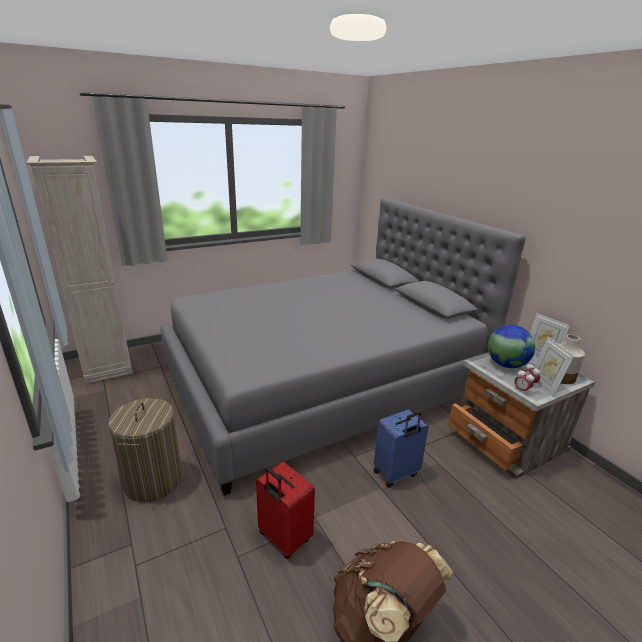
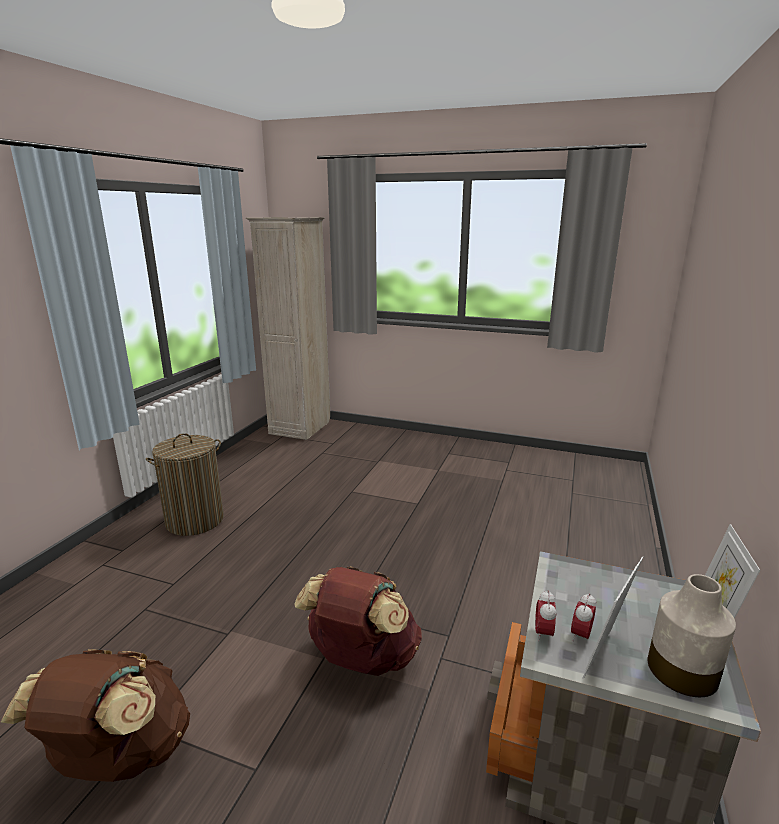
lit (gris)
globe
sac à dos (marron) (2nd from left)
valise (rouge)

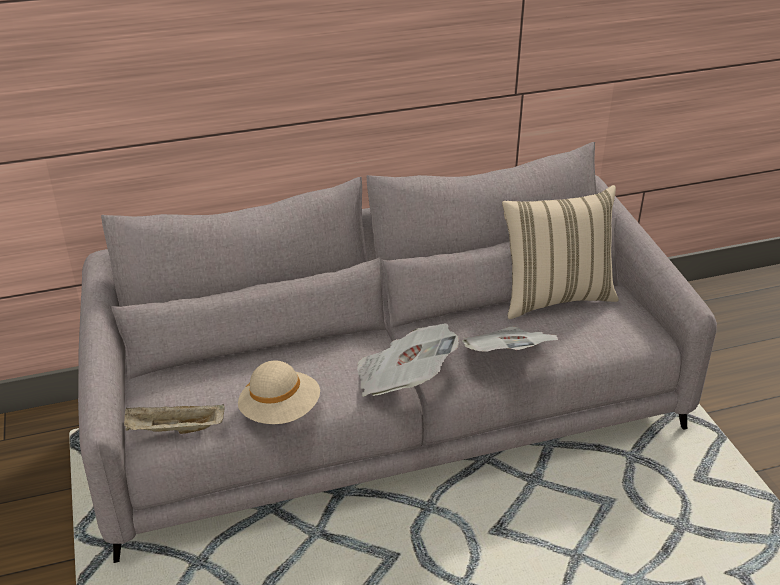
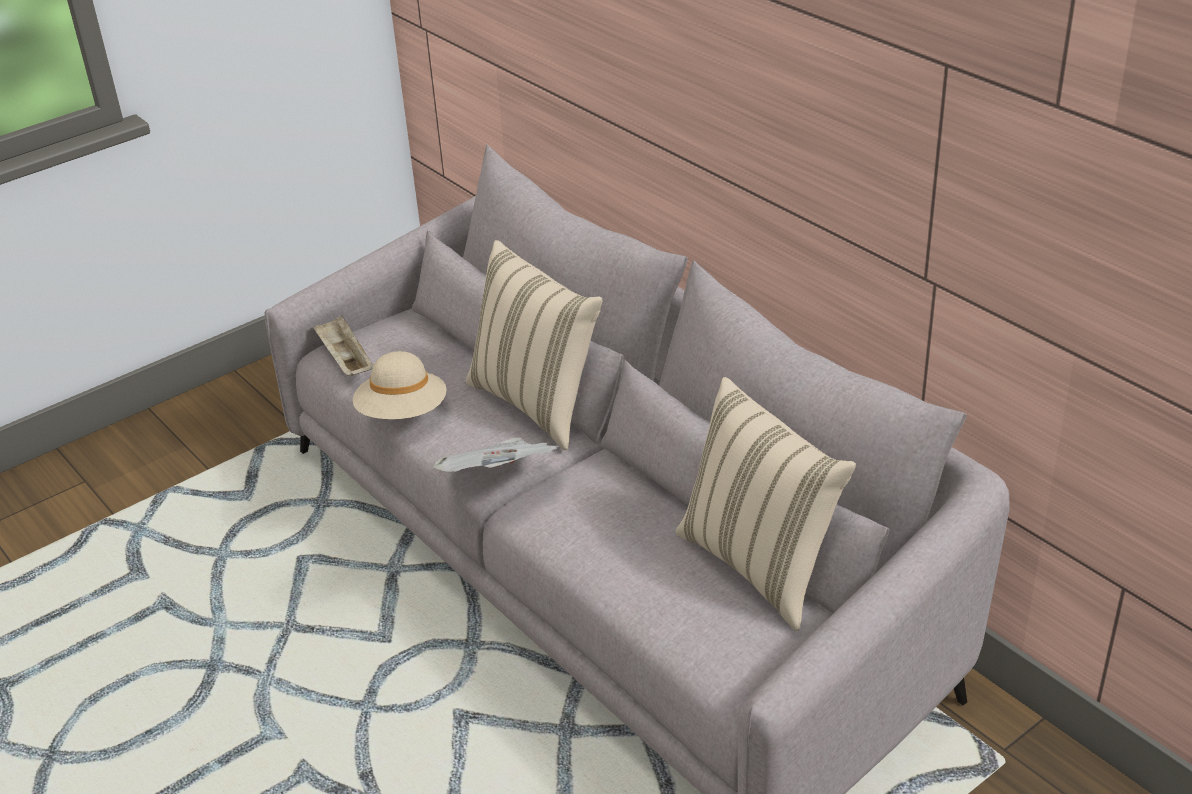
journal (2nd from left in the first image)
coussin (beige) (1st from left)

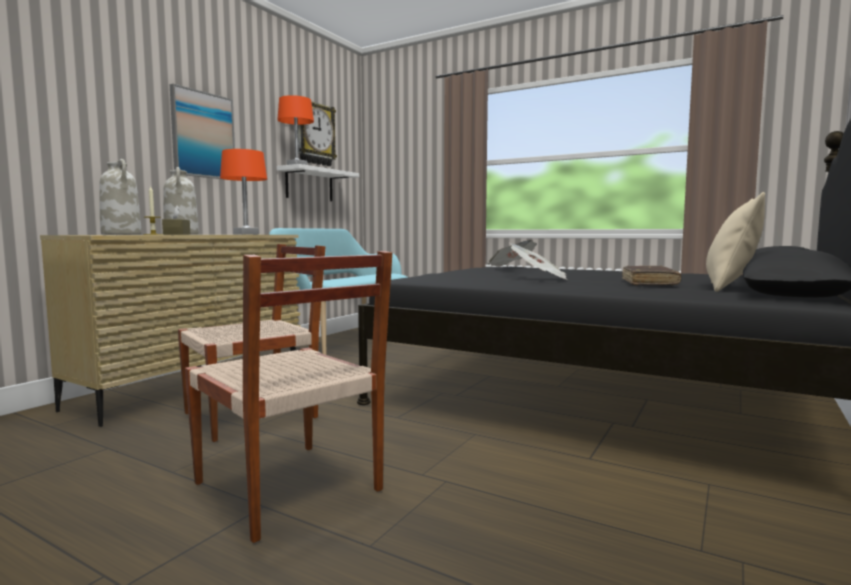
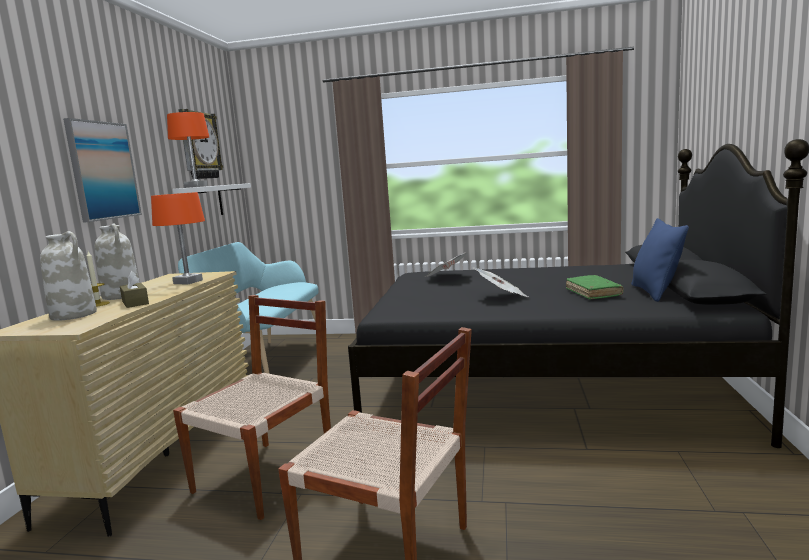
coussin (bleu)
livre (vert)

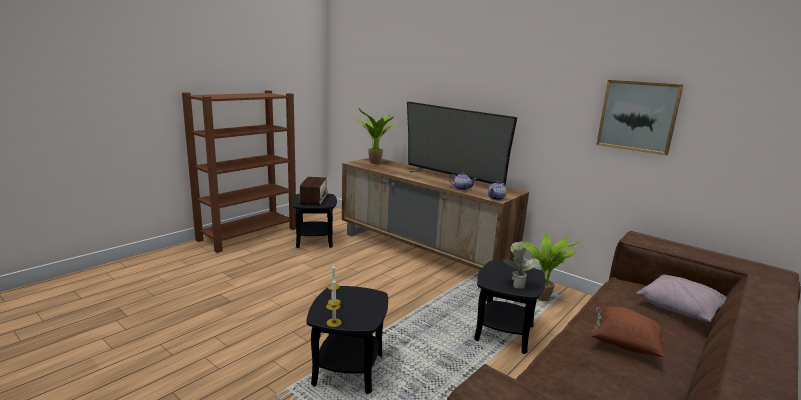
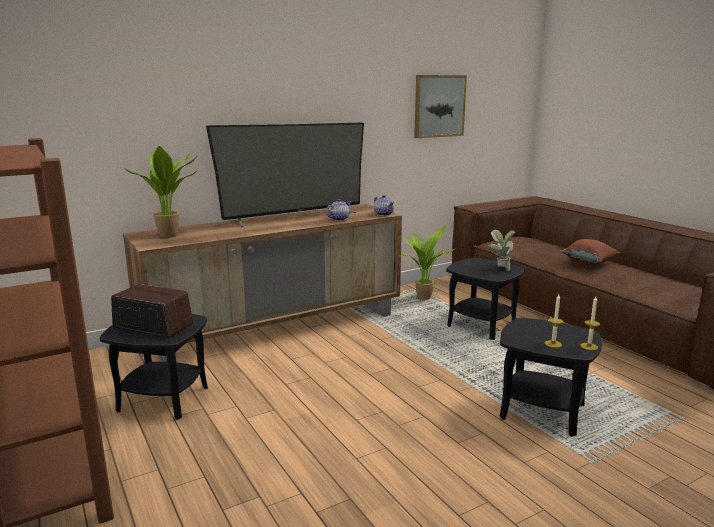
coussin (violet)

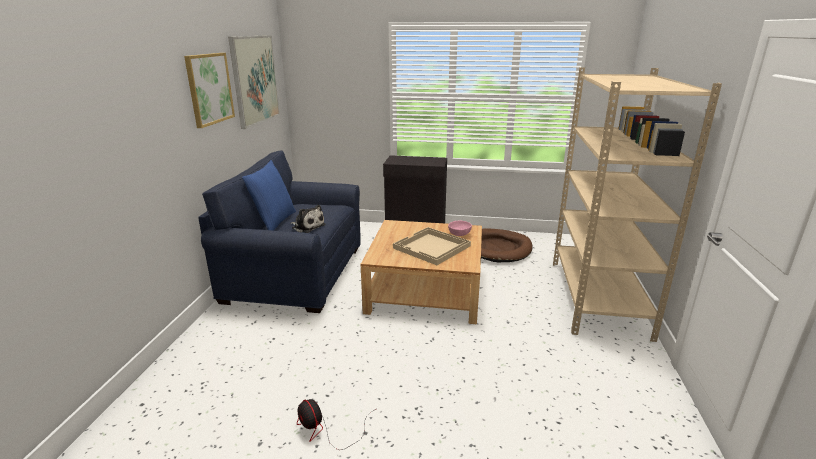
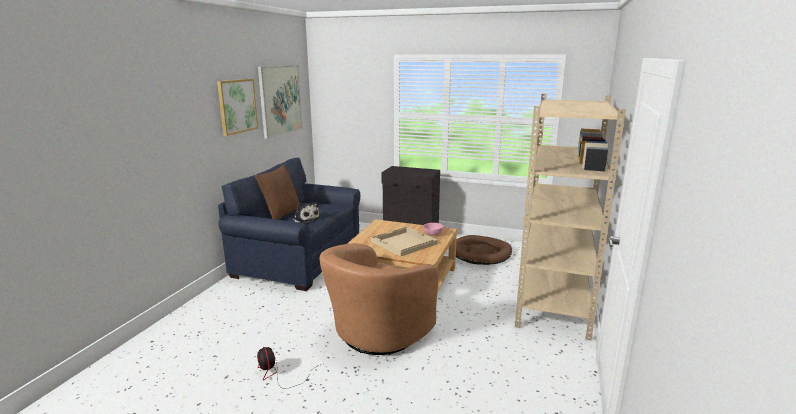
coussin (marron)
fauteuil (marron)

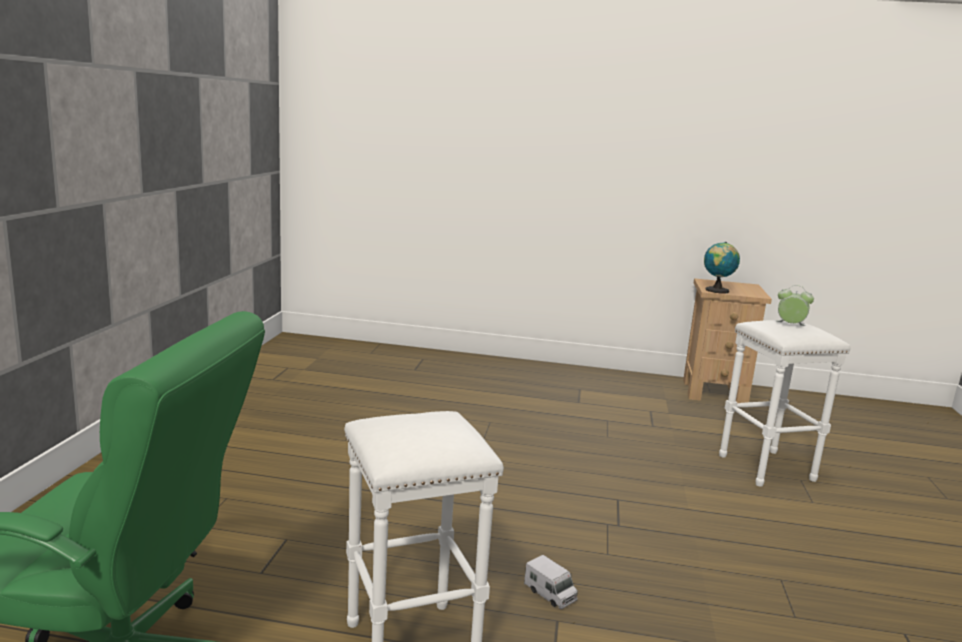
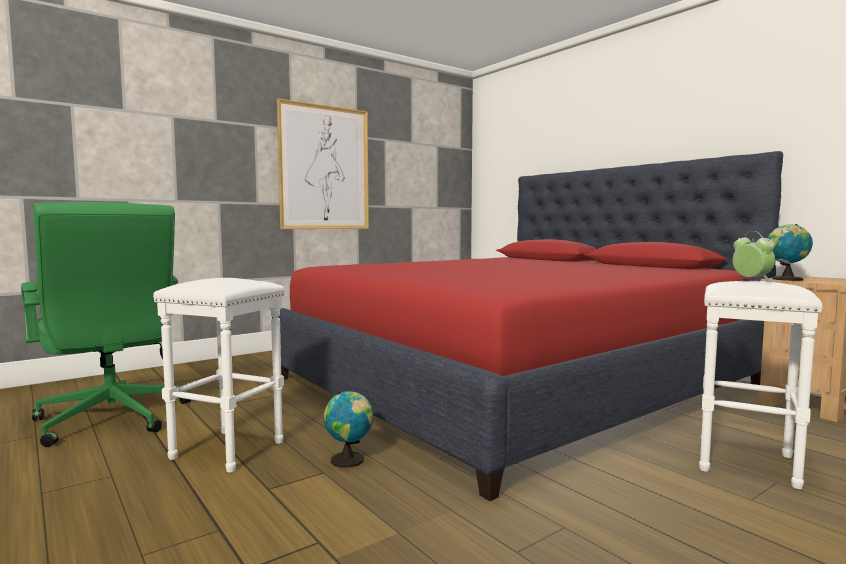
globe (1st from left)
tableau
lit (rouge)

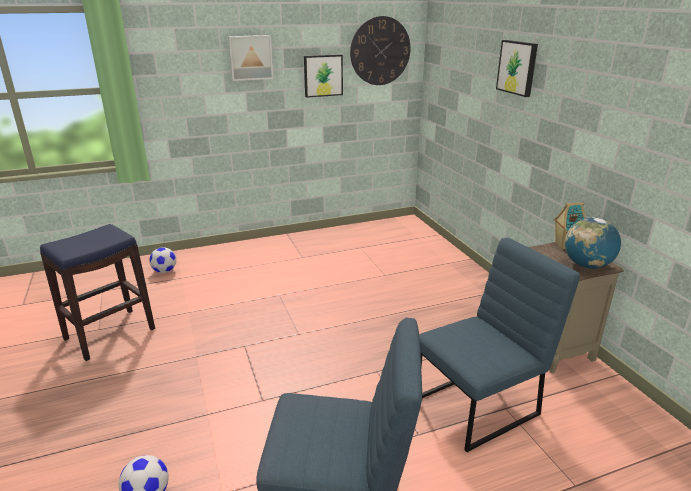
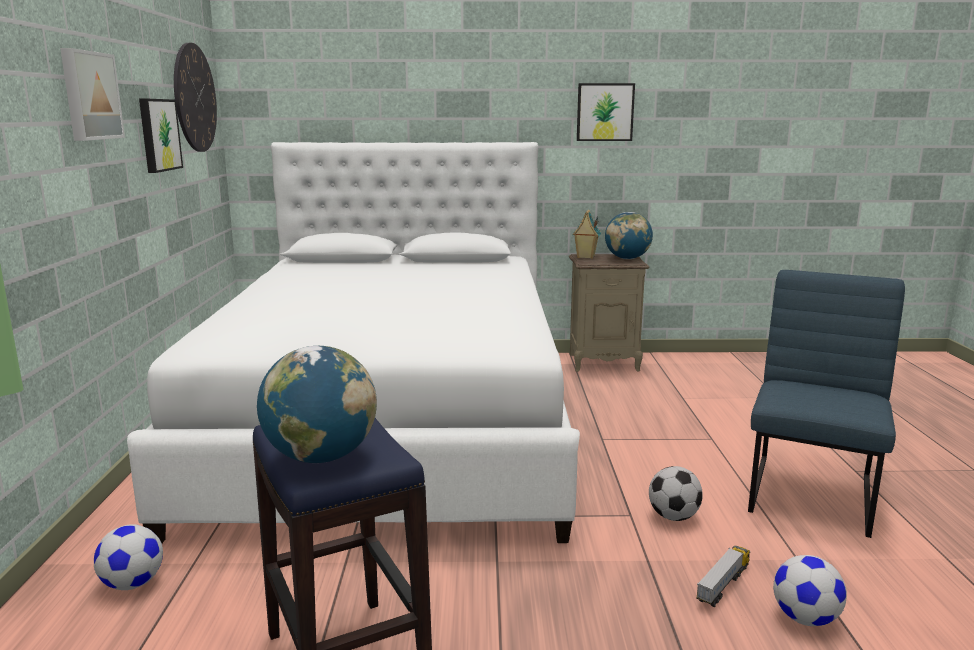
tableau (3rd from left)
chaise (bleu) (2nd from left in the first image)
lit (blanc)
globe (1st from left)
ballon de foot (2nd from left)
camion jouet

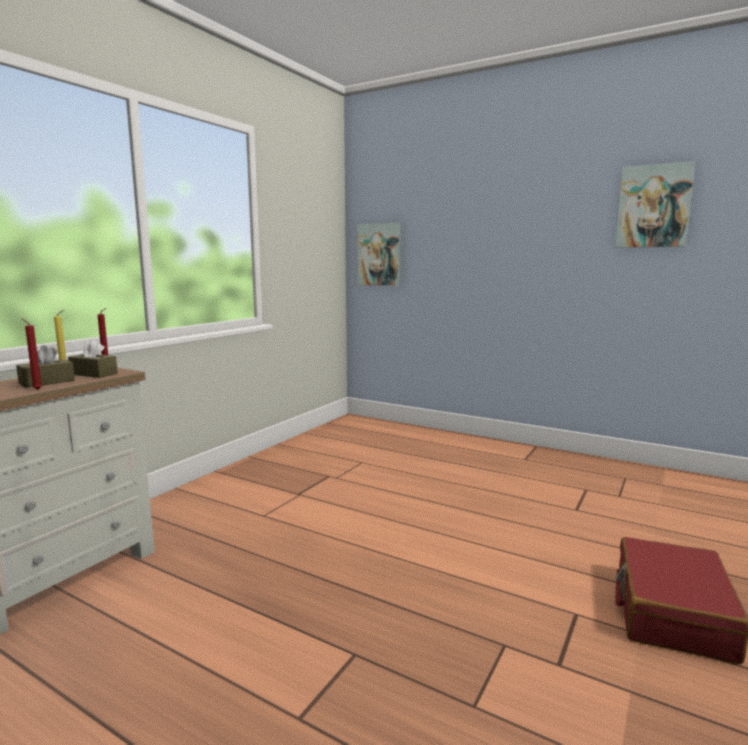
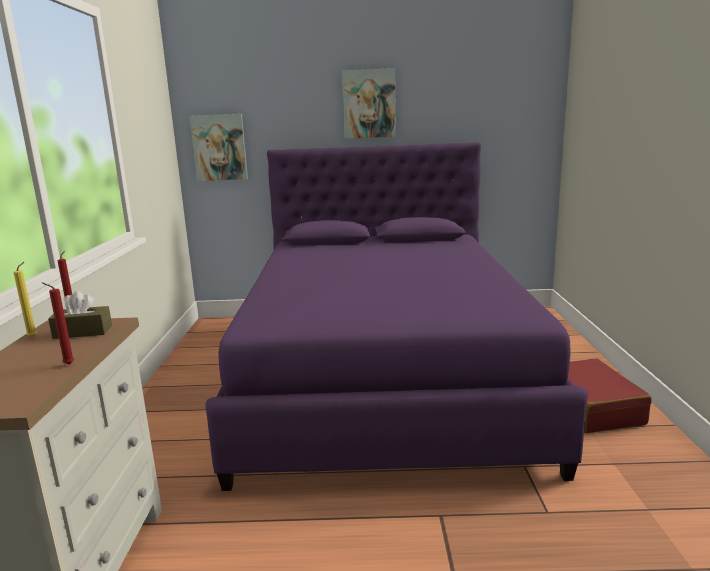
tableau (2nd from left)
boîte à mouchoirs (marron) (1st from left in the first image)
lit (violet)

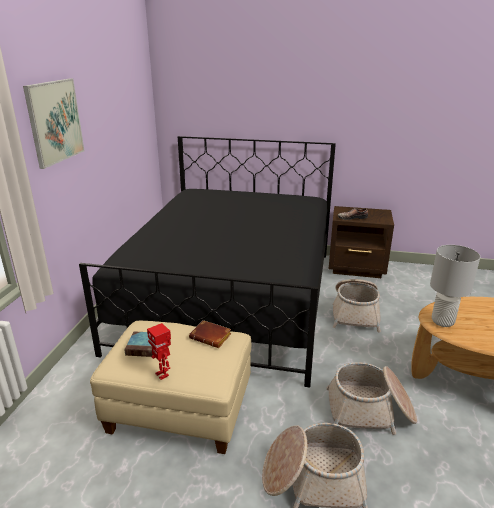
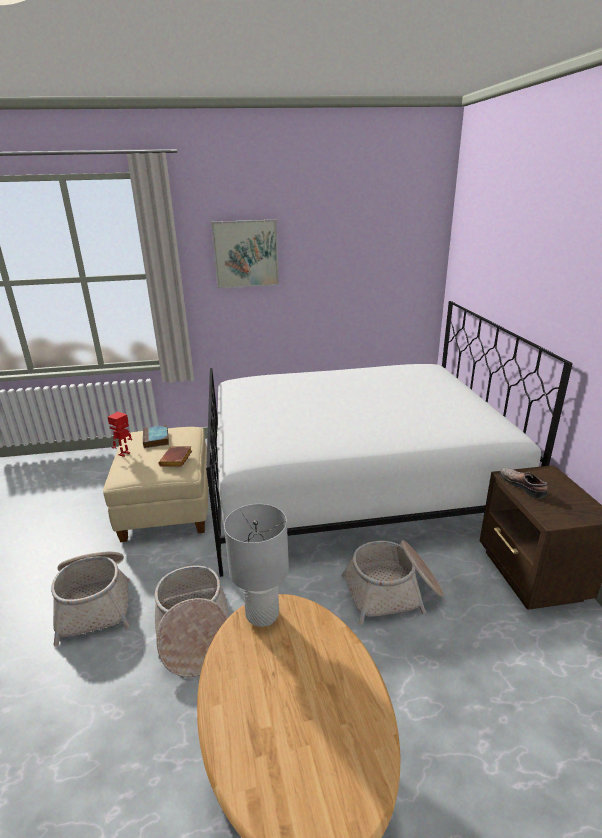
lit (blanc)

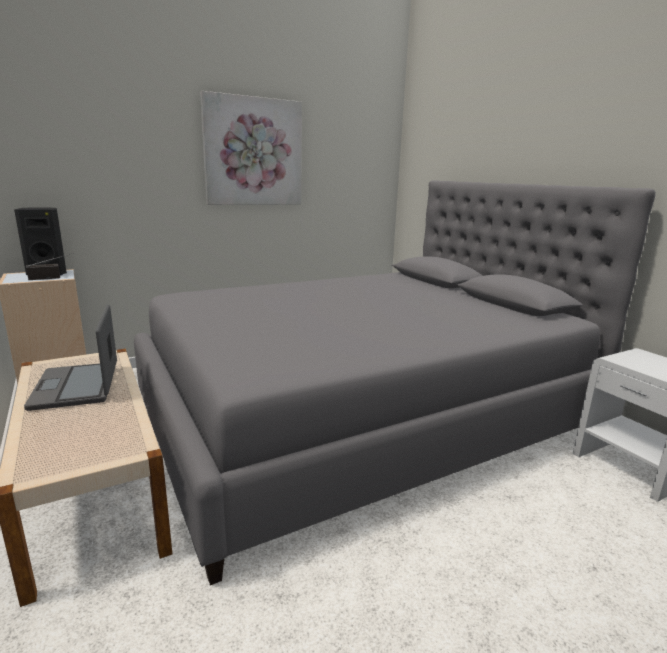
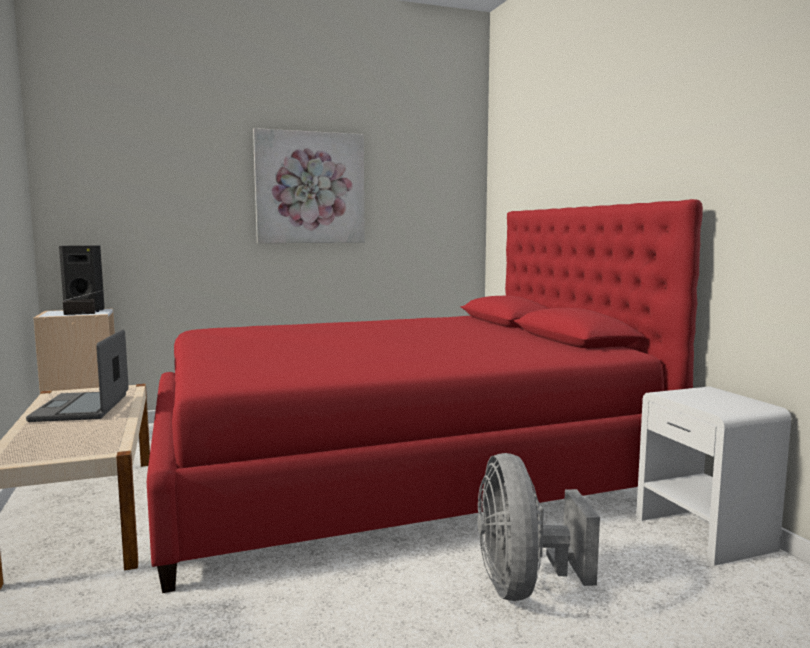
lit (rouge)
ventilateur (gris)

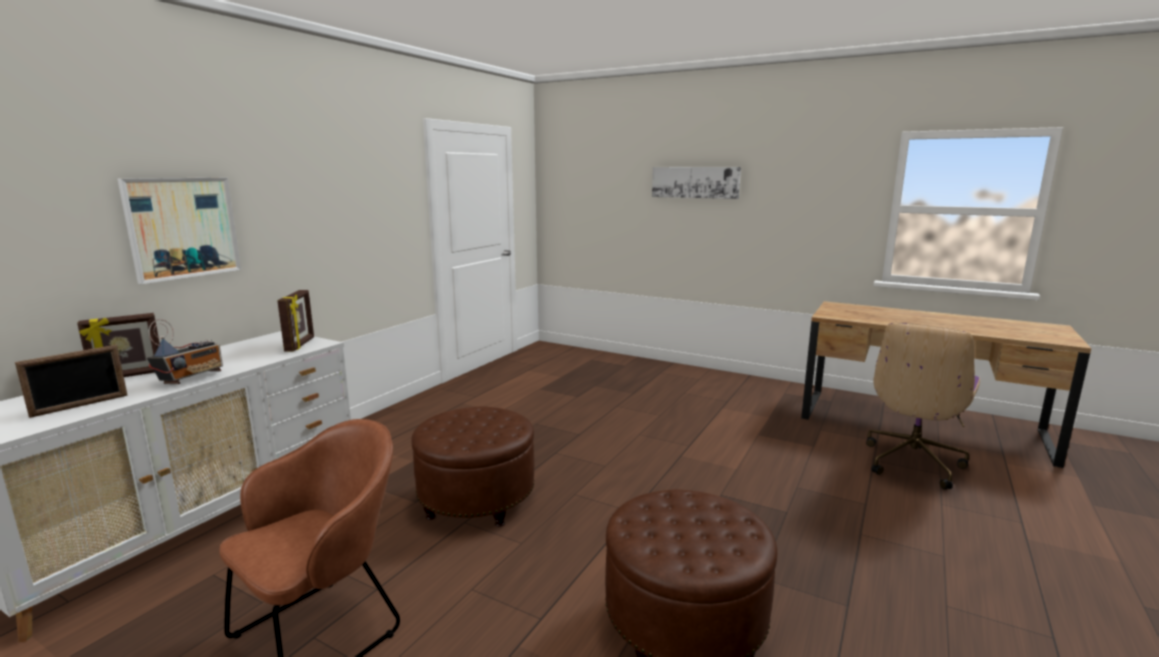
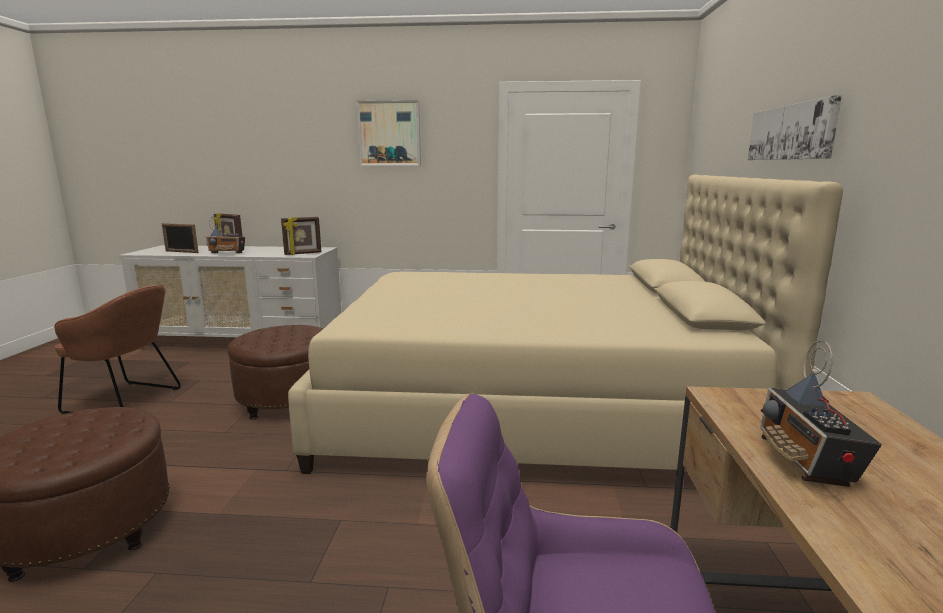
tableau (1st from left)
lit (beige)
radio (2nd from left)

